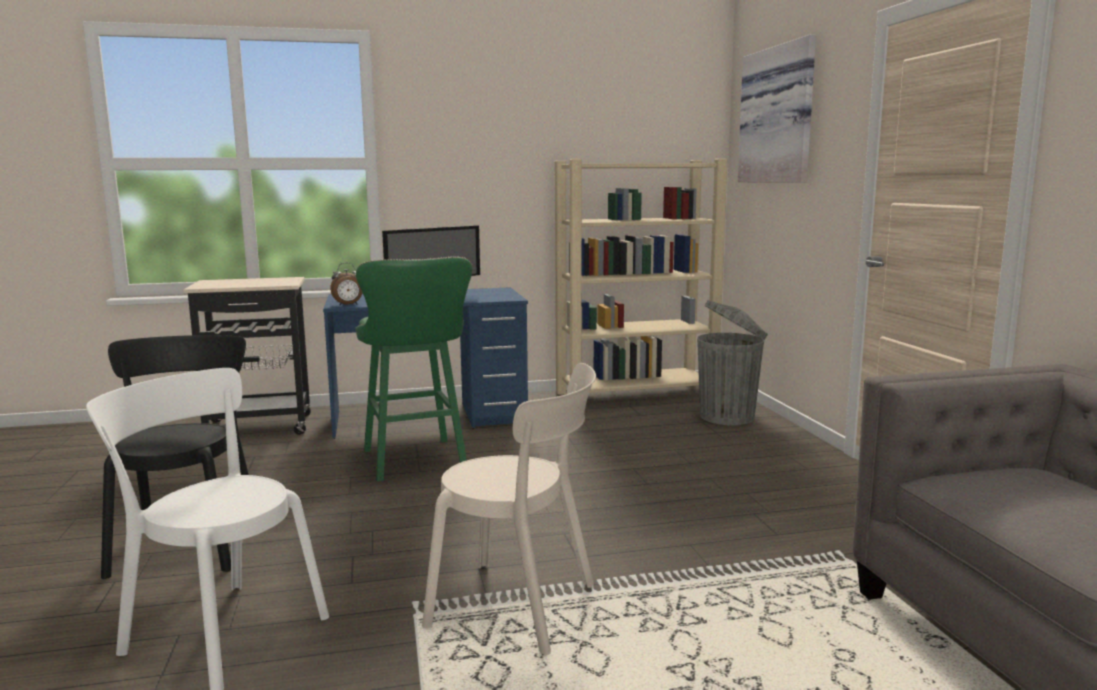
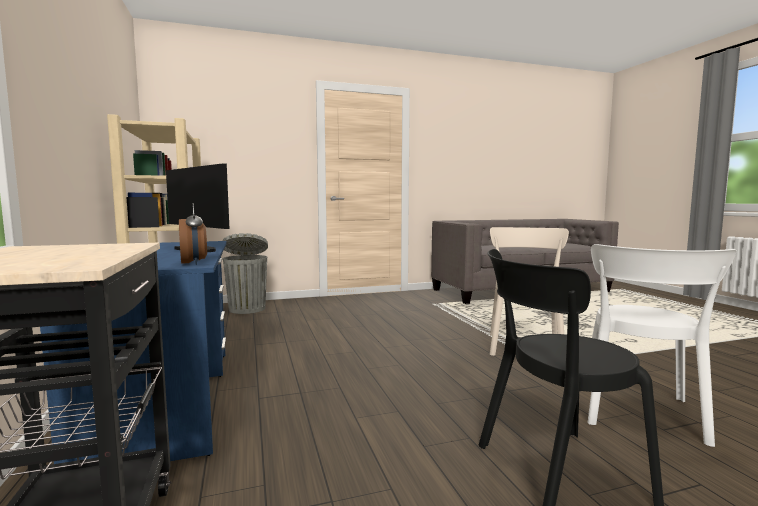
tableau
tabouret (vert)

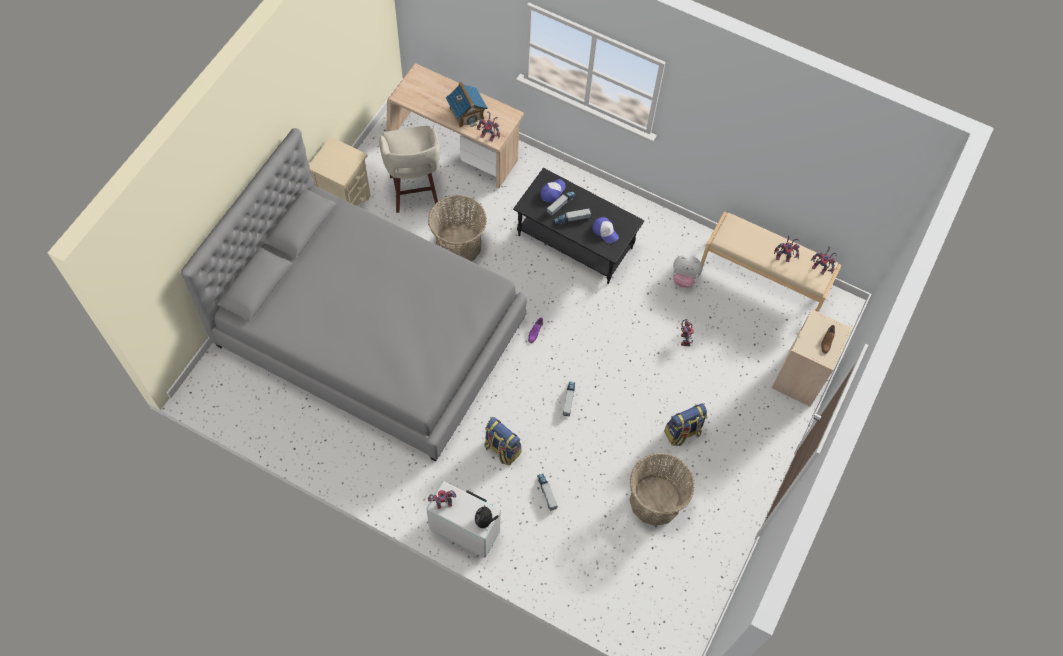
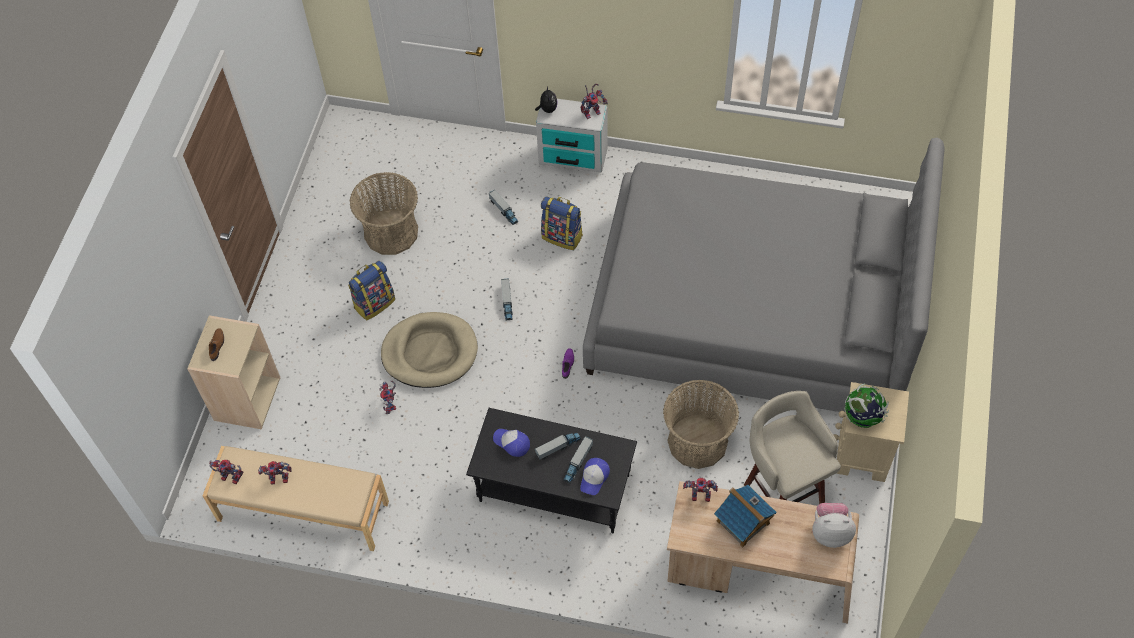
peluche (2nd from left)
panier pour chien (beige)
globe

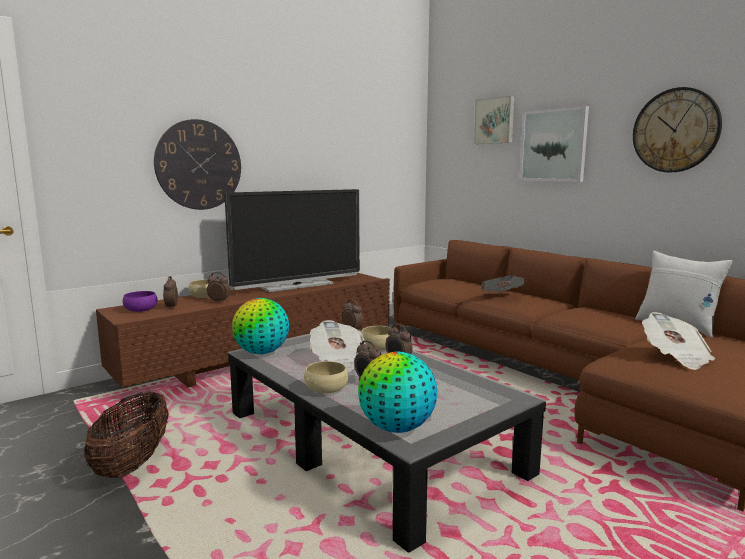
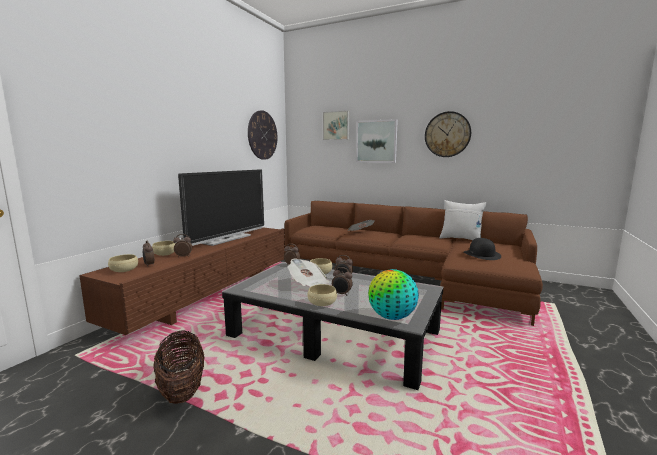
horloge murale (1st from left)
bol (beige) (1st from left)
globe (1st from left in the first image)
chapeau (noir)

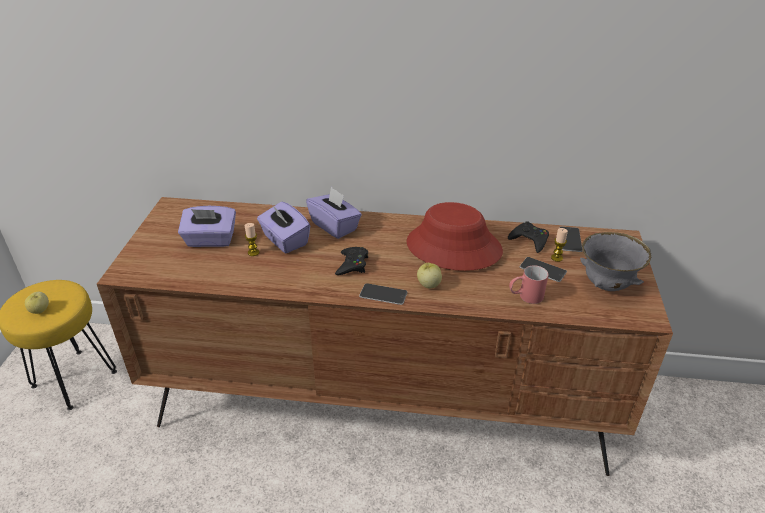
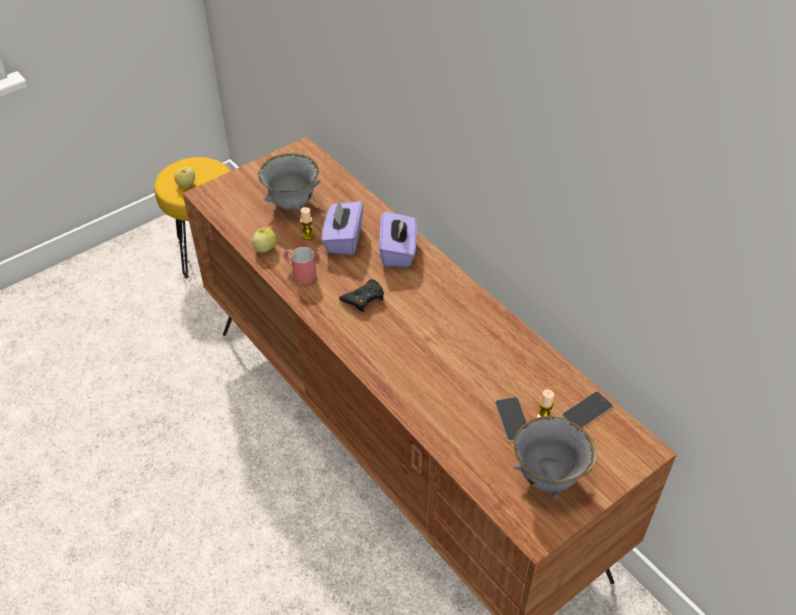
chapeau (rouge)
bol (gris) (1st from left)
manette (noir) (2nd from left in the first image)
pomme (2nd from left)
mug (rouge)
téléphone (1st from left in the first image)

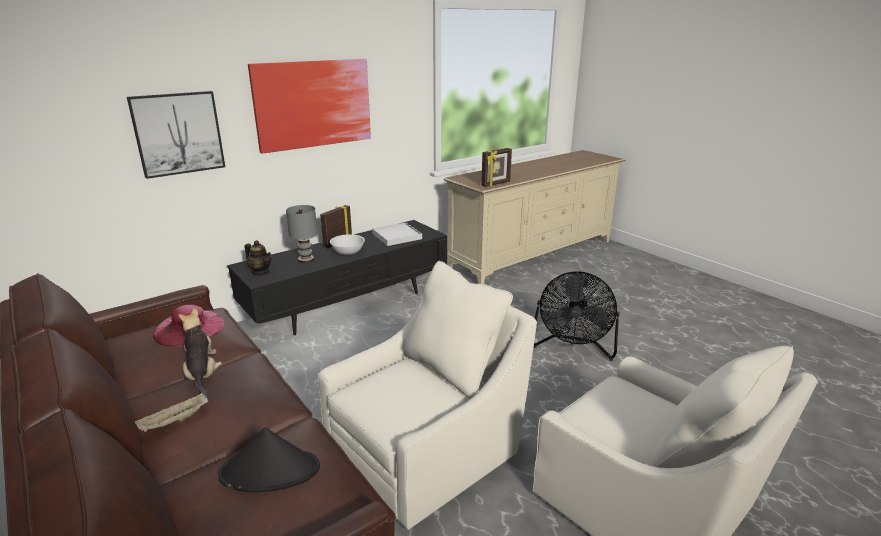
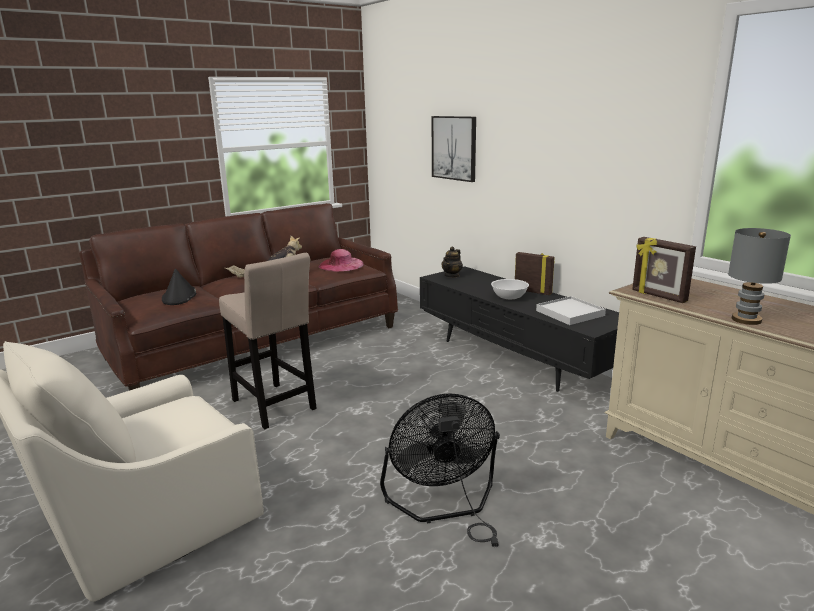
tableau (2nd from left in the first image)
lampe de table (gris)
tabouret (beige)
ventilateur (noir)

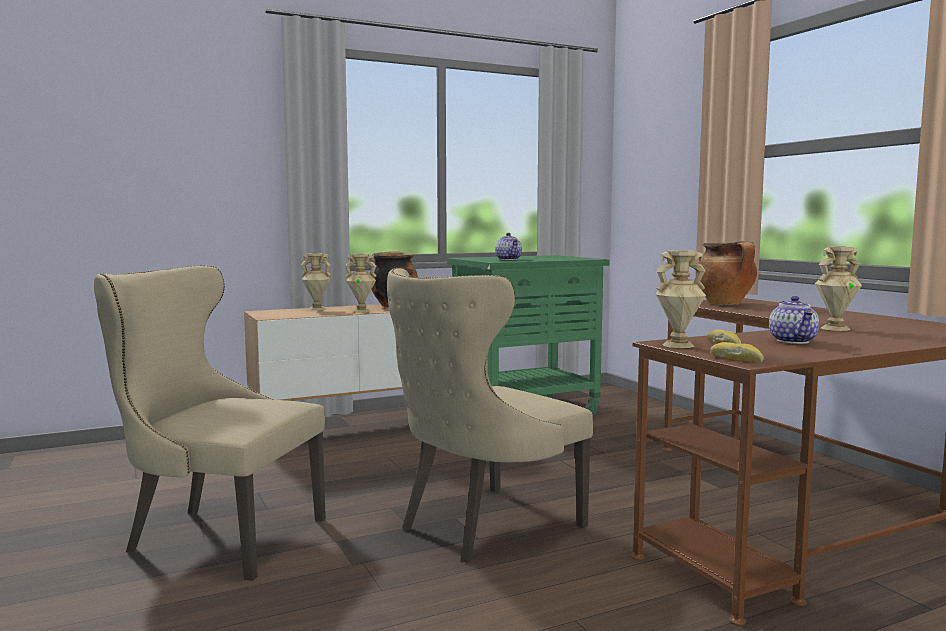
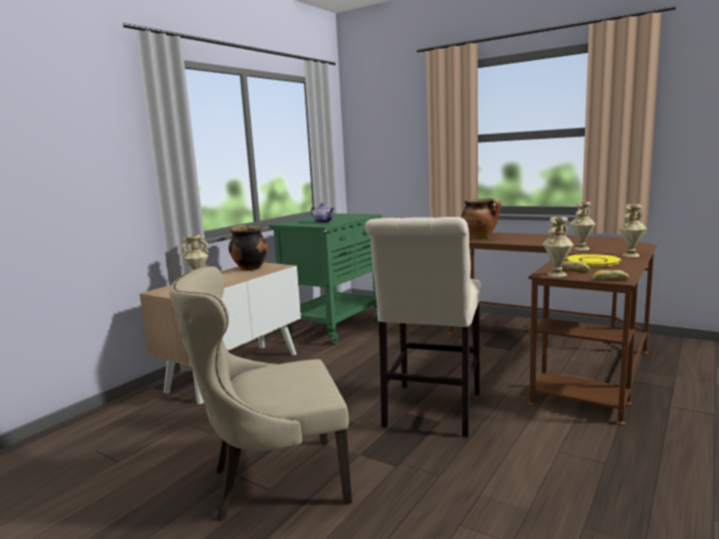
vase (beige) (4th from left)
tabouret (beige)
assiette (jaune)

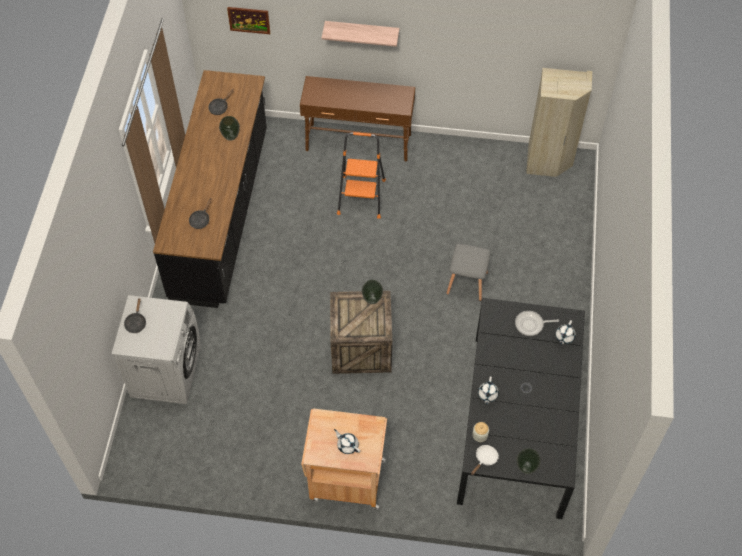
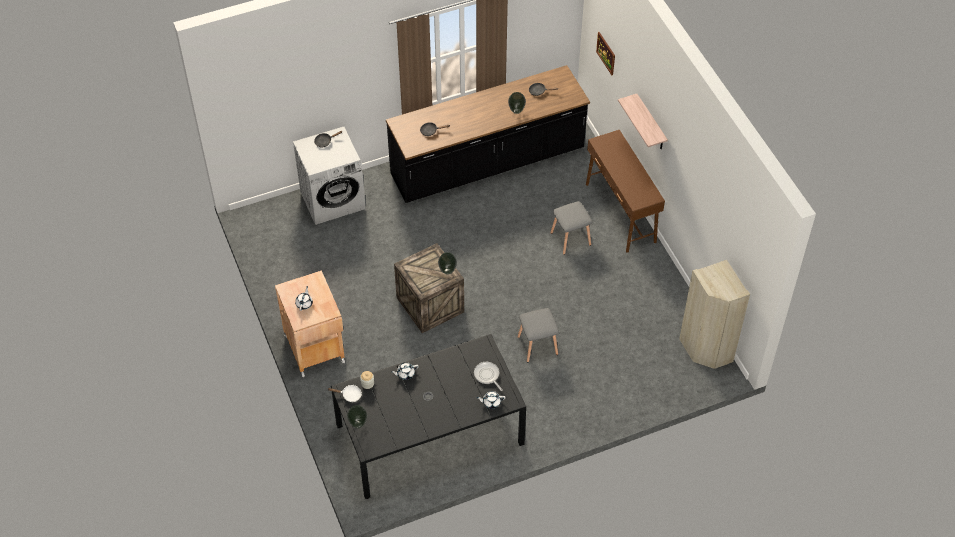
tabouret (gris) (2nd from left)

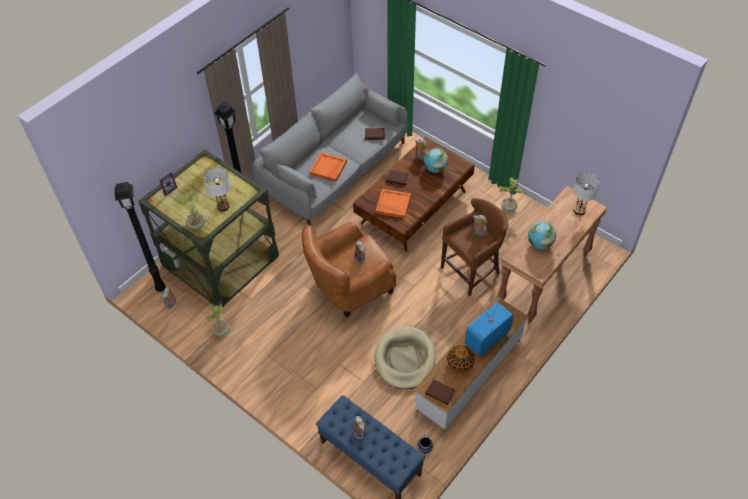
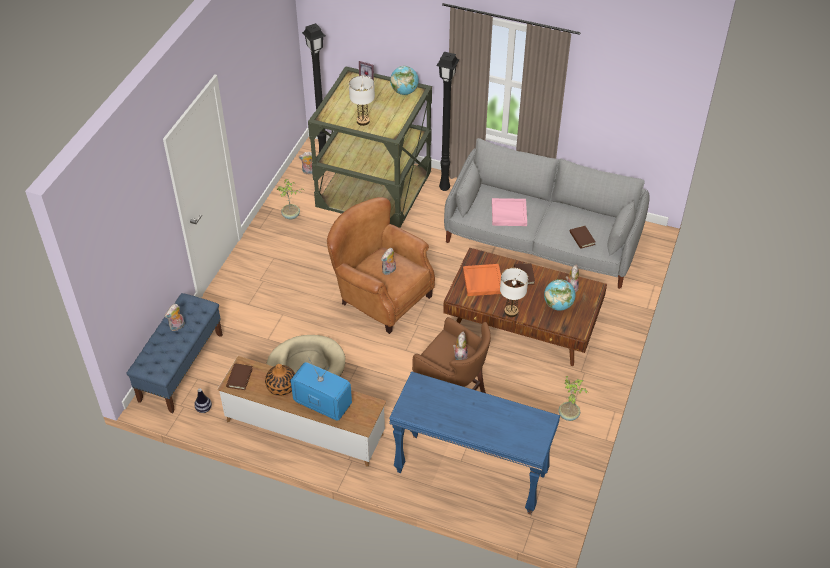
plateau (rose)
lampe de table (2nd from left)
table console (bleu)
plante en pot (1st from left in the first image)
globe (1st from left)

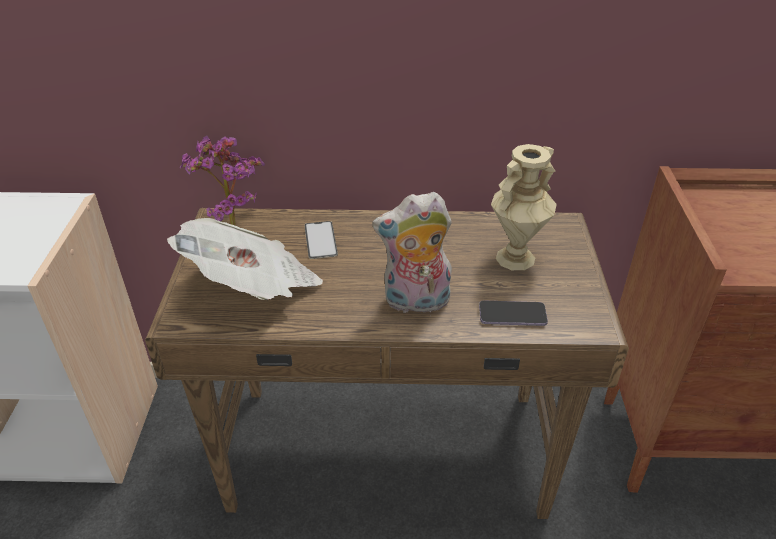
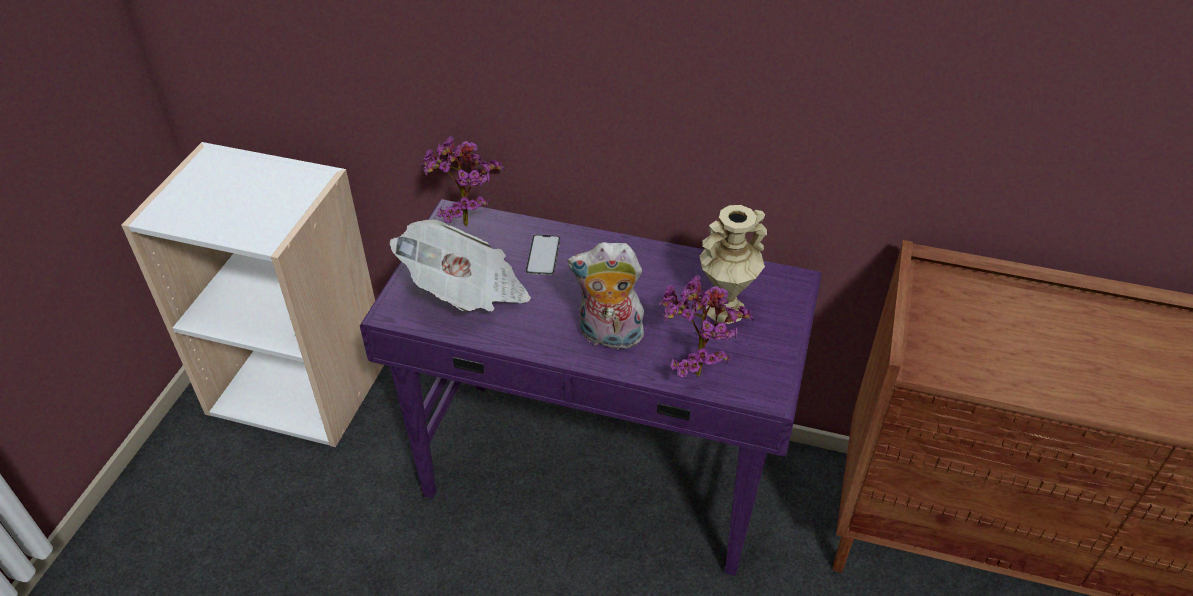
table console (violet)
plante en pot (2nd from left)

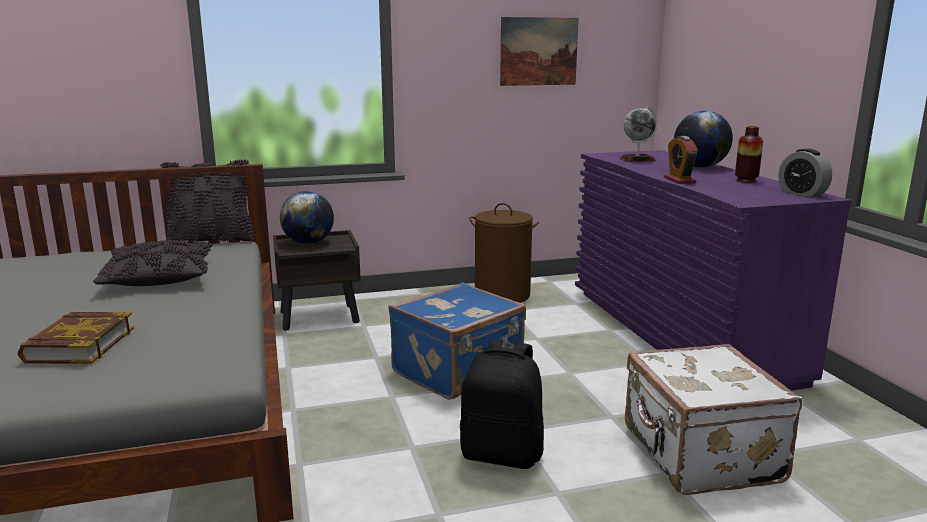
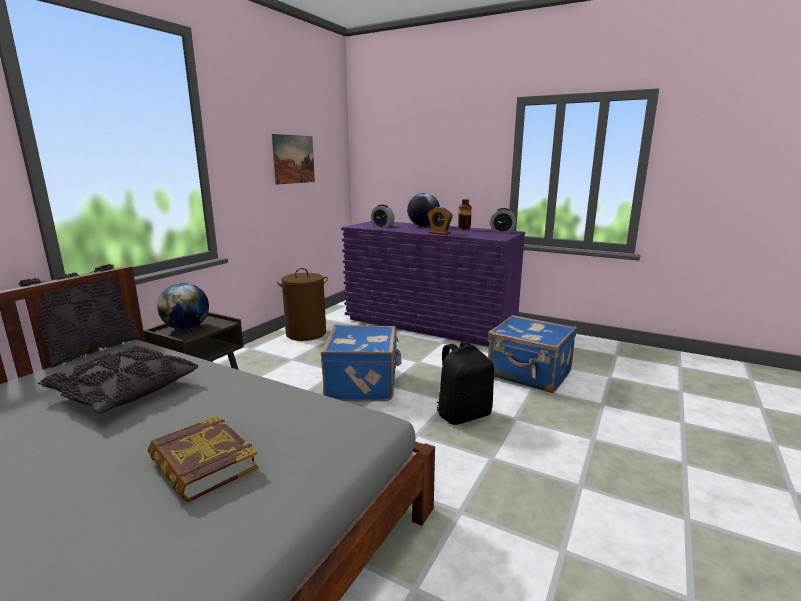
réveil (1st from left)
valise (bleu) (2nd from left)

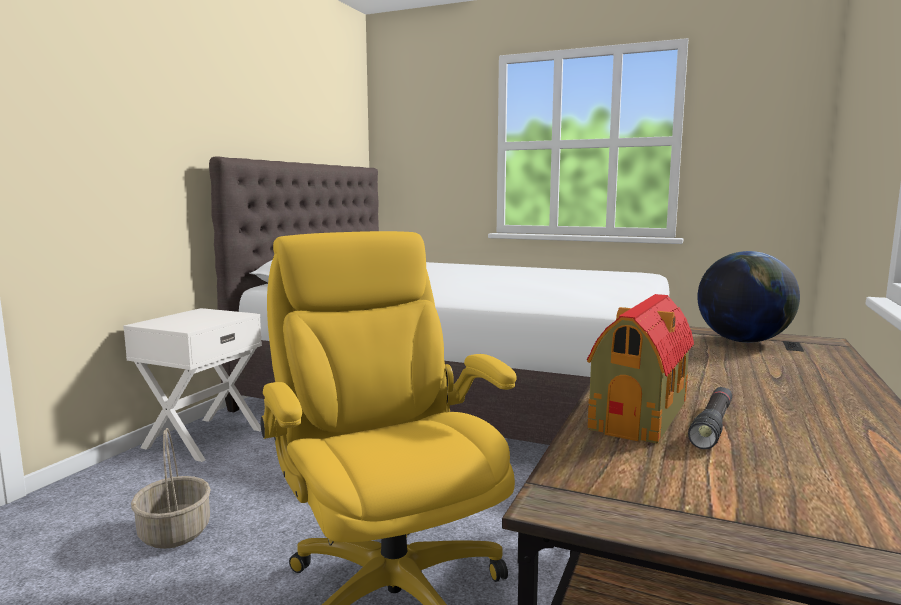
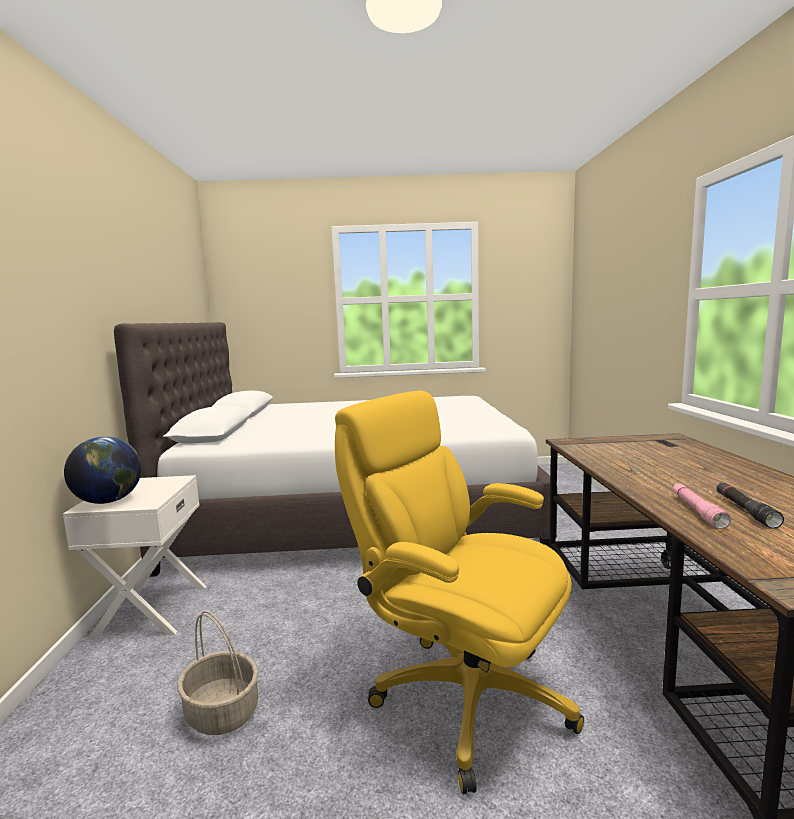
globe
lampe de poche (rose)

